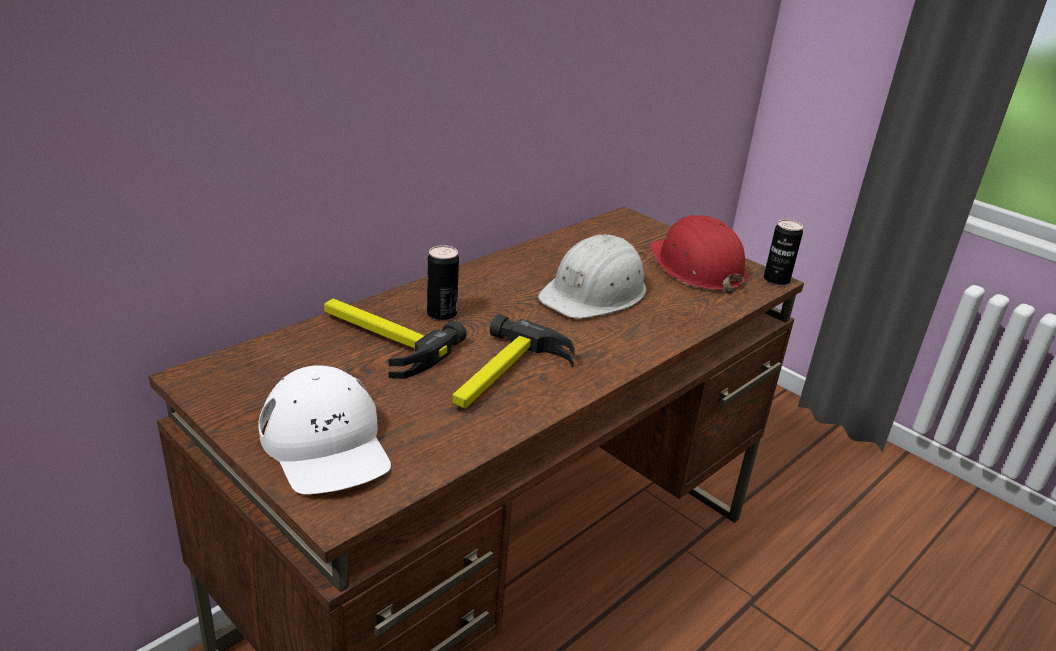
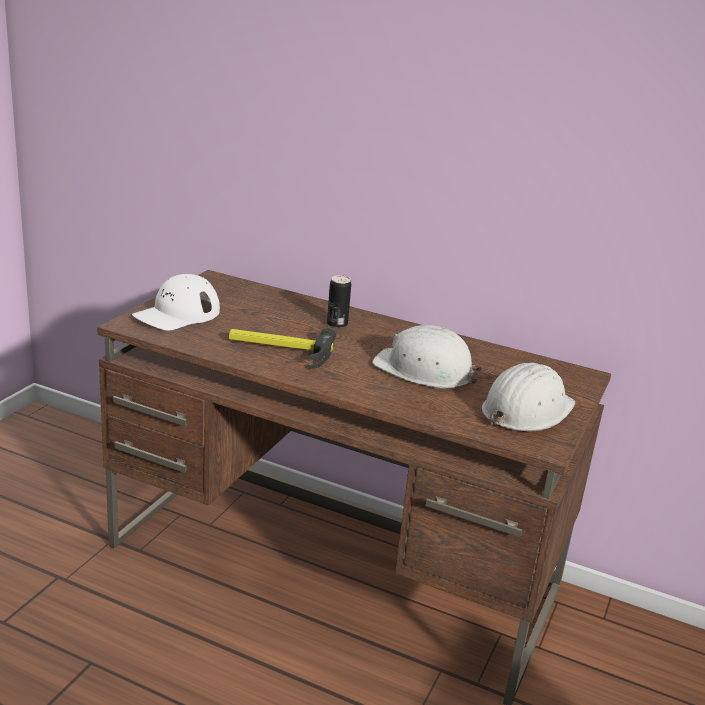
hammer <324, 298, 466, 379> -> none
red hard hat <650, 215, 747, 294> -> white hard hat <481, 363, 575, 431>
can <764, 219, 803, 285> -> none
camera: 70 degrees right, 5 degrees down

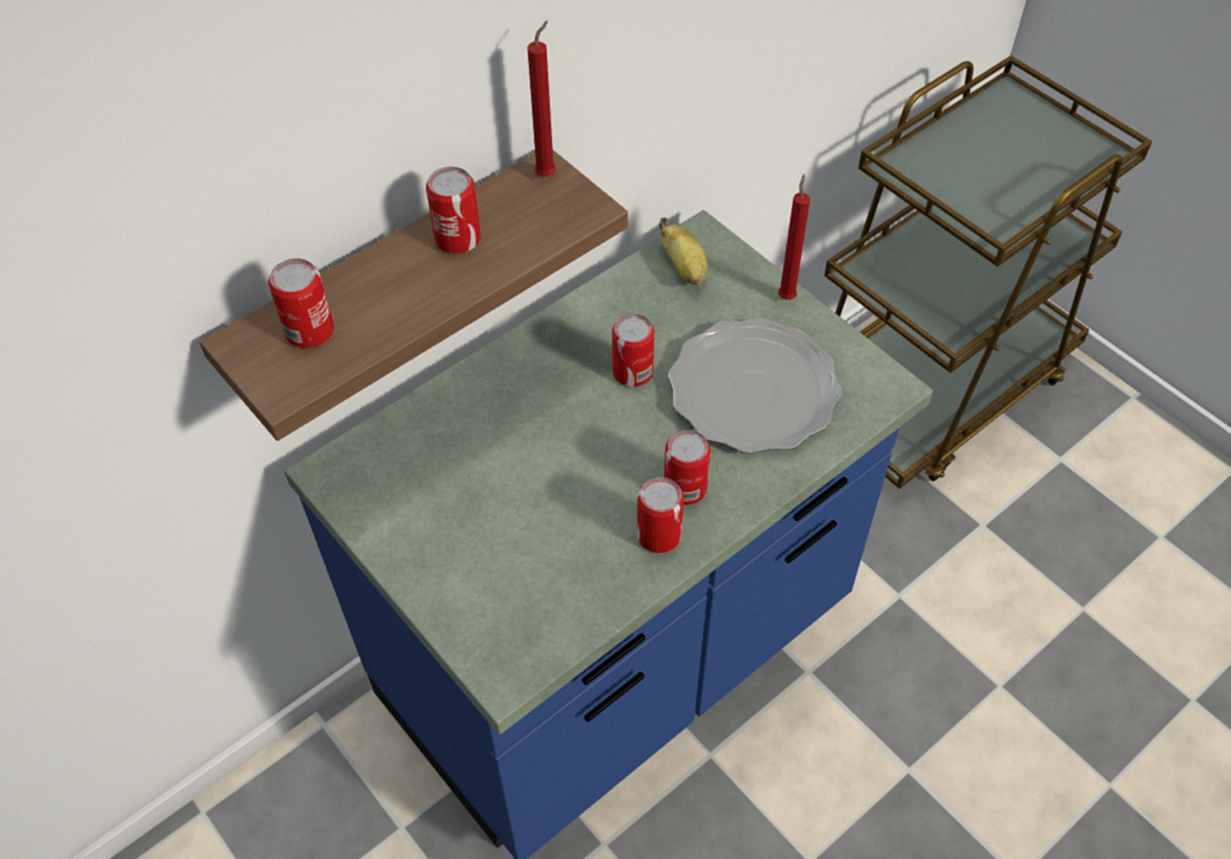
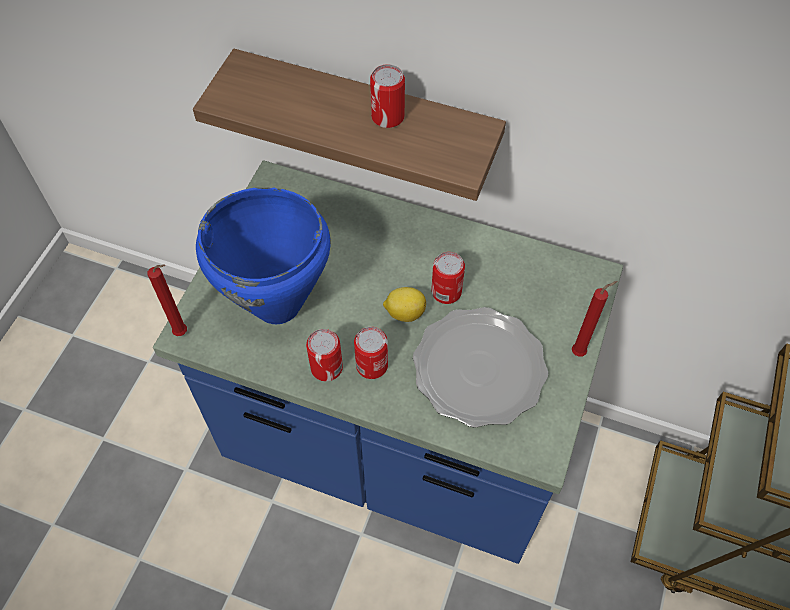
can <268, 258, 334, 348> -> none
red candle <527, 20, 556, 177> -> red candle <147, 264, 187, 336>, relocated
banana <659, 218, 708, 285> -> none
none -> blue cooking pot <196, 187, 331, 324>
none -> lemon <383, 287, 426, 322>
camera: 60 degrees right, 5 degrees up

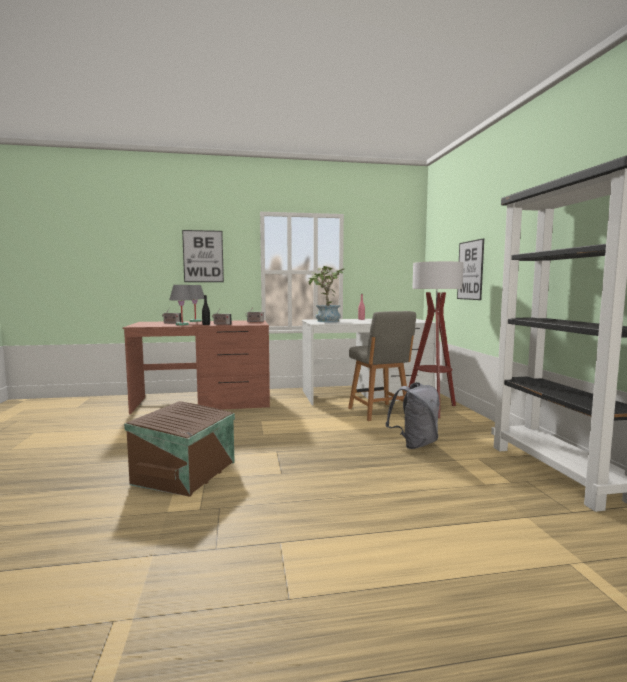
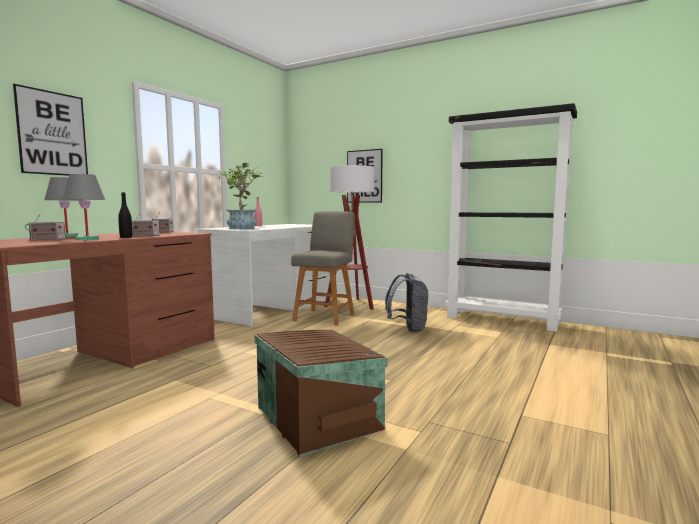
grey chair <348, 311, 416, 421> -> grey chair <291, 211, 355, 326>, 90 degrees counterclockwise
camera: 50 degrees left, 0 degrees up

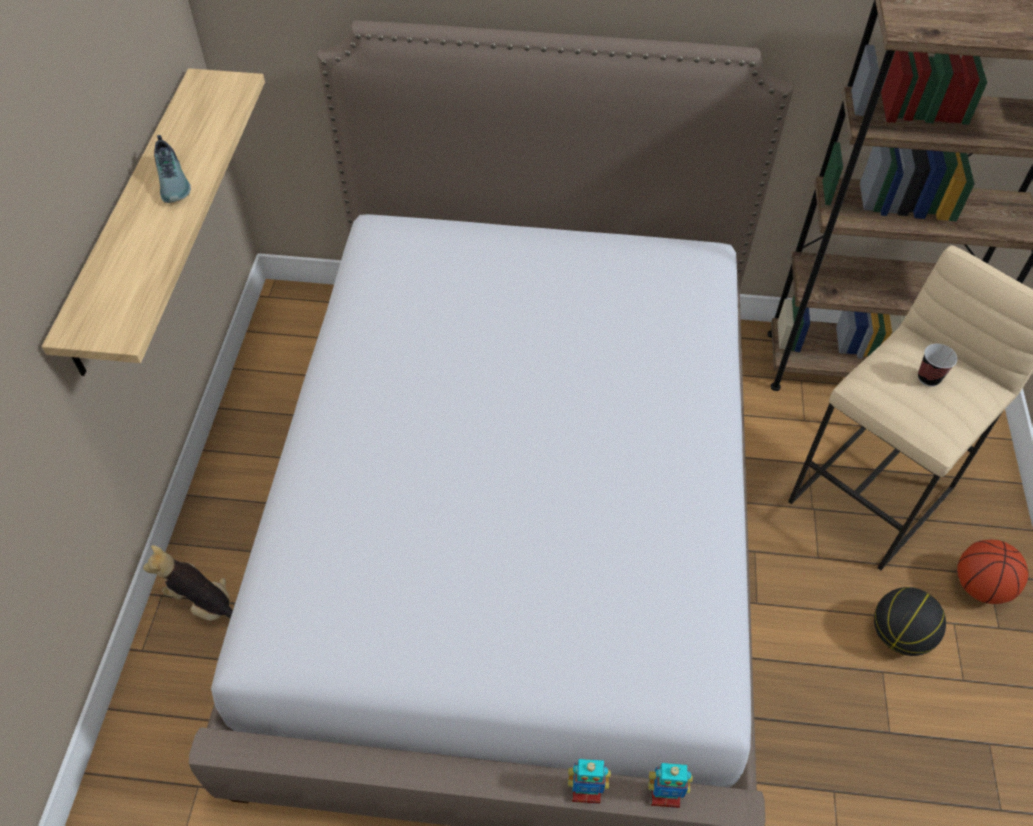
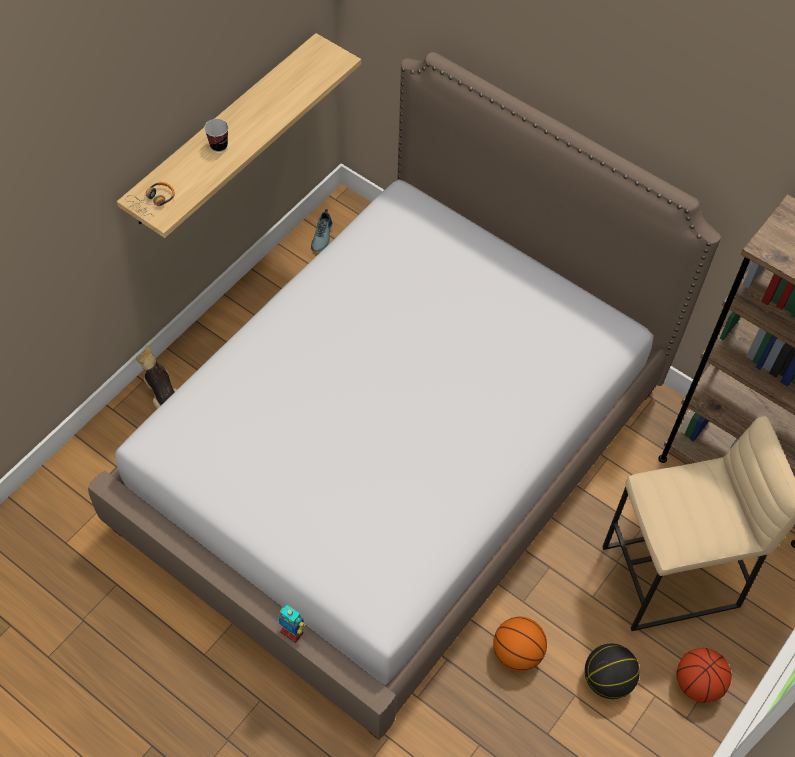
shoe <154, 135, 191, 203> -> shoe <311, 209, 332, 252>, relocated
toy robot <648, 763, 693, 808> -> none
cup <918, 344, 957, 387> -> cup <204, 119, 229, 152>, relocated
none -> headphones <125, 182, 175, 216>
none -> basketball <493, 617, 547, 671>
camera: 30 degrees right, 5 degrees up

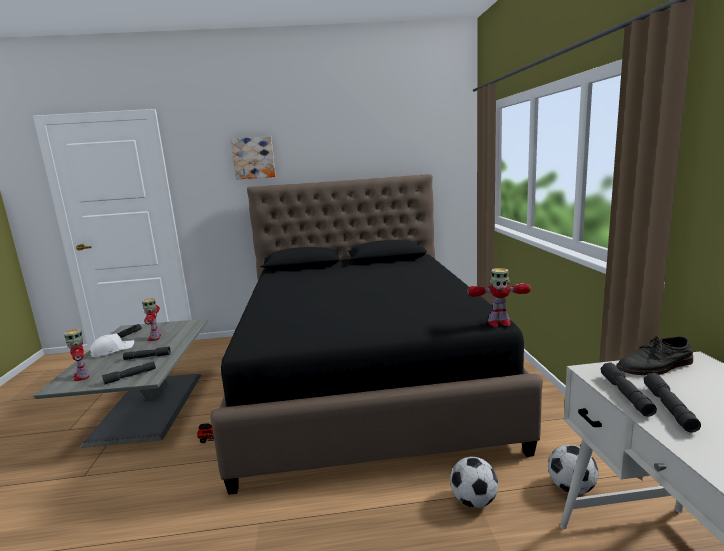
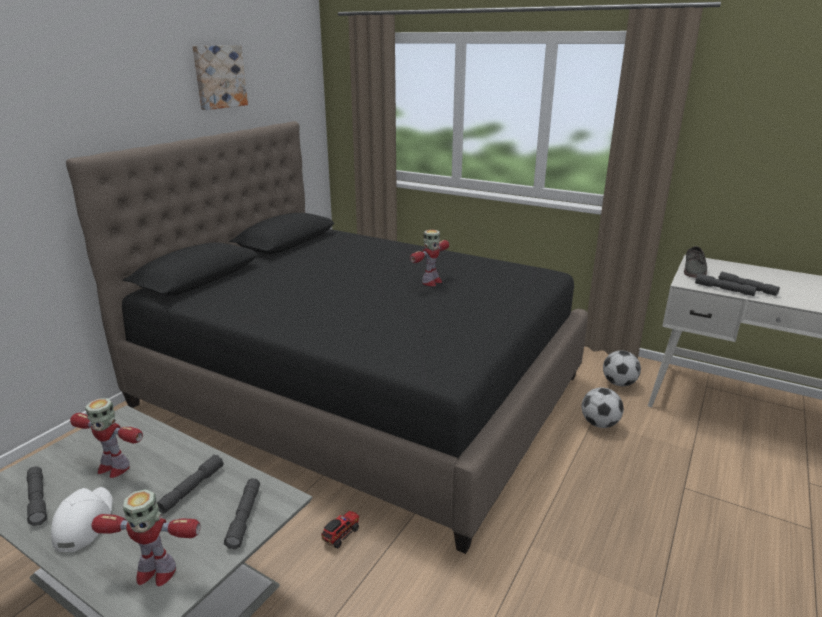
picture <231, 136, 276, 180> -> picture <192, 45, 248, 110>, relocated
toy robot <467, 268, 531, 327> -> toy robot <410, 230, 449, 286>, relocated
camera: 55 degrees left, 10 degrees up

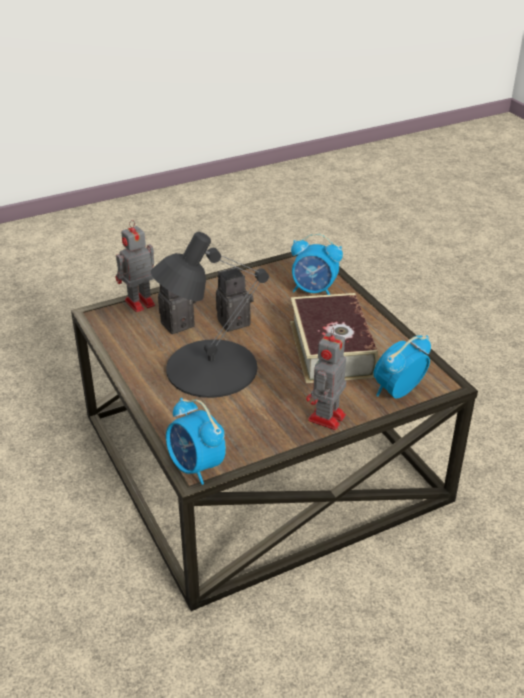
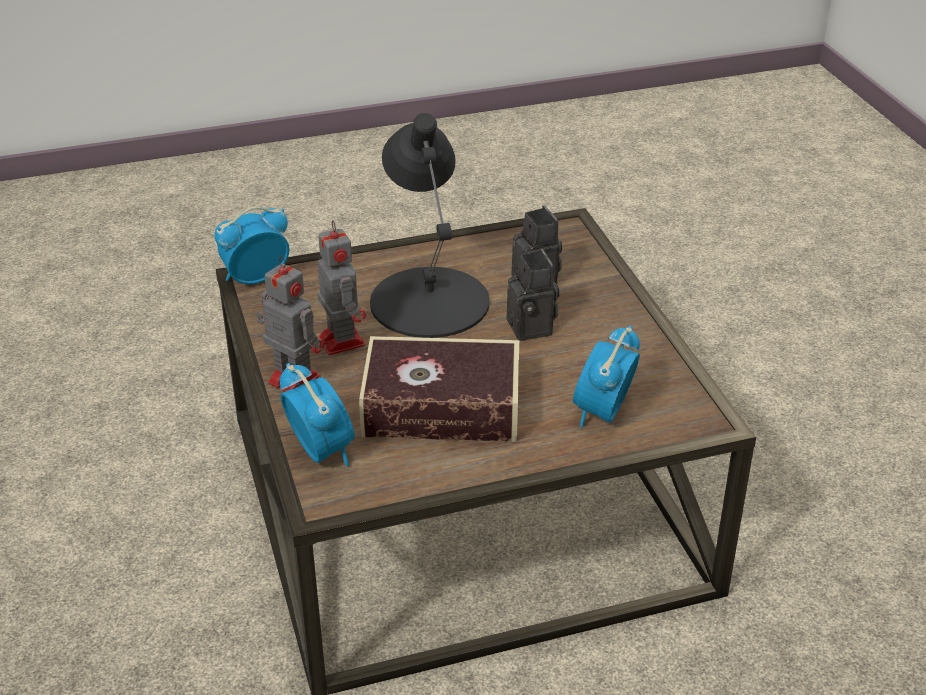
toy robot <116, 220, 155, 312> -> toy robot <318, 220, 366, 355>, relocated
camera: 100 degrees right, 0 degrees up

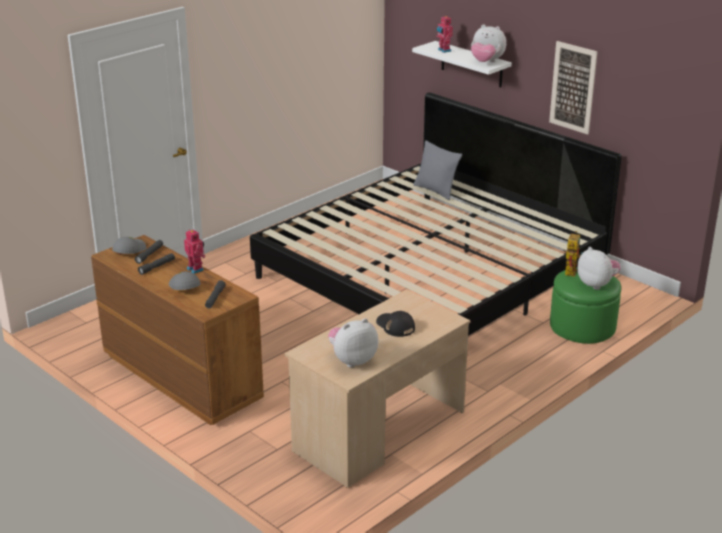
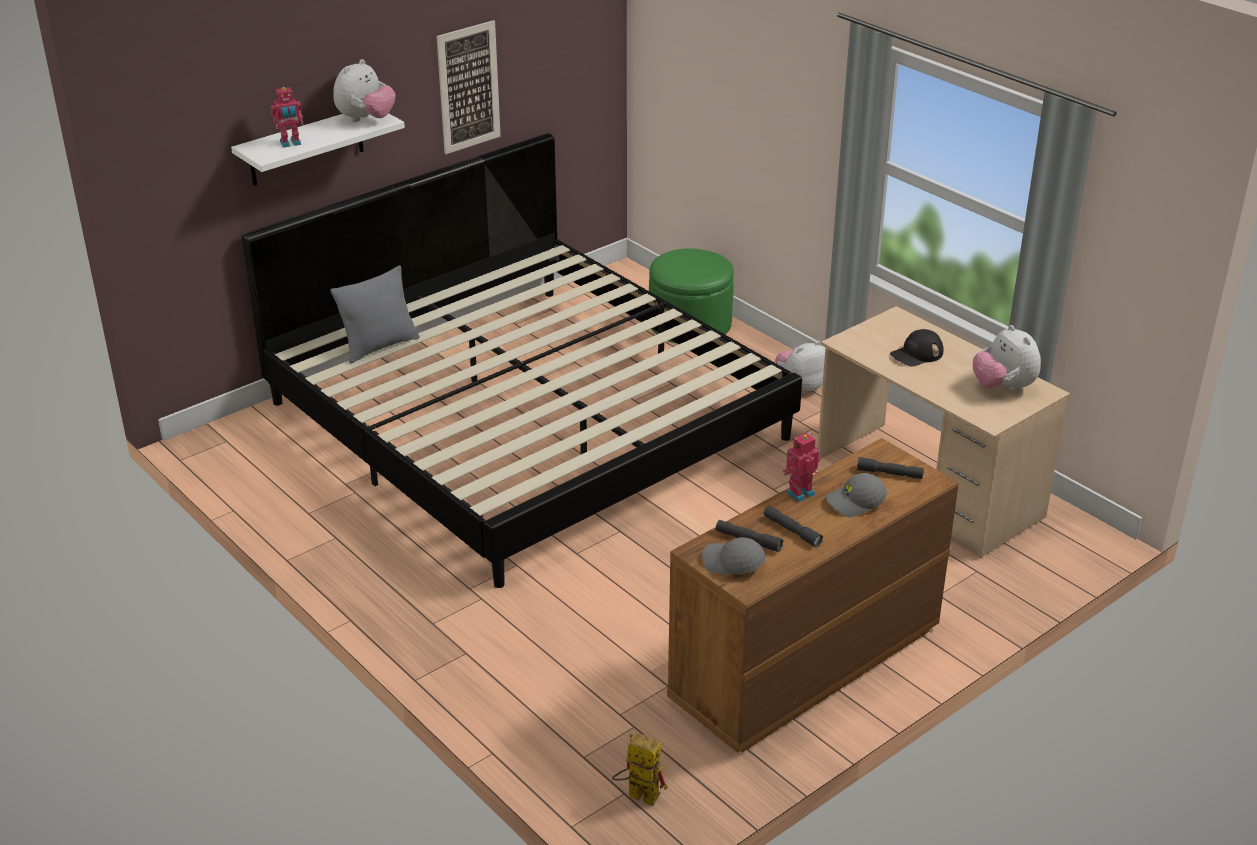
toy robot <563, 231, 583, 277> -> toy robot <612, 733, 668, 806>, relocated
plush toy <577, 247, 621, 290> -> plush toy <775, 341, 825, 394>, relocated
camera: 85 degrees left, 5 degrees up

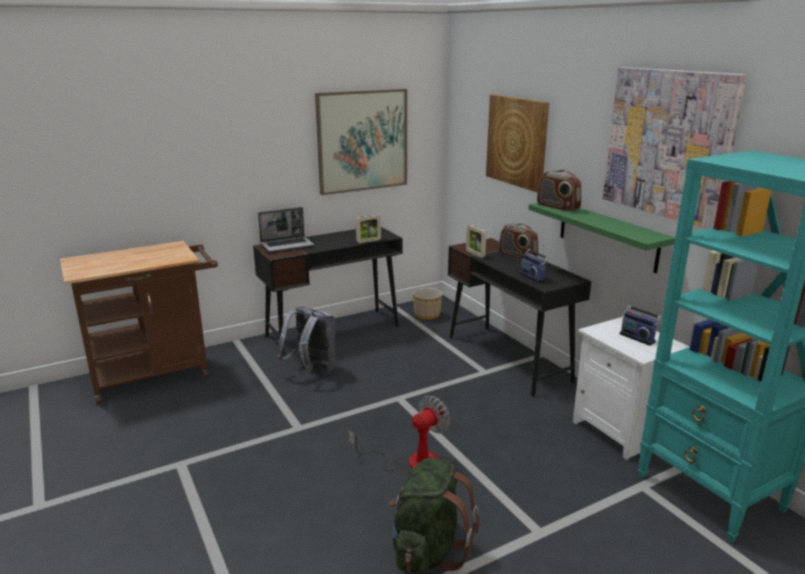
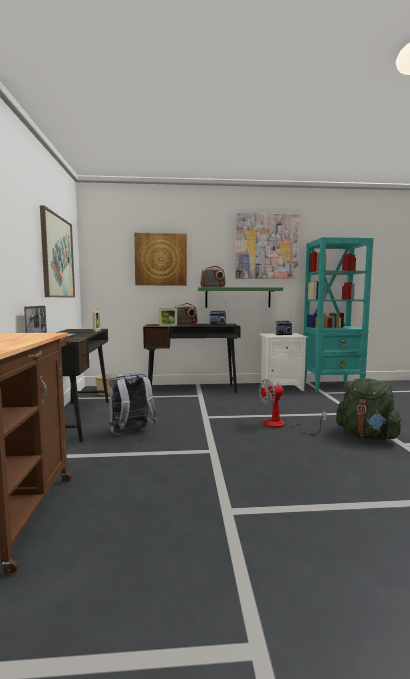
fan <348, 396, 450, 473> -> fan <259, 379, 327, 434>, 90 degrees counterclockwise
camera: 65 degrees left, 15 degrees down

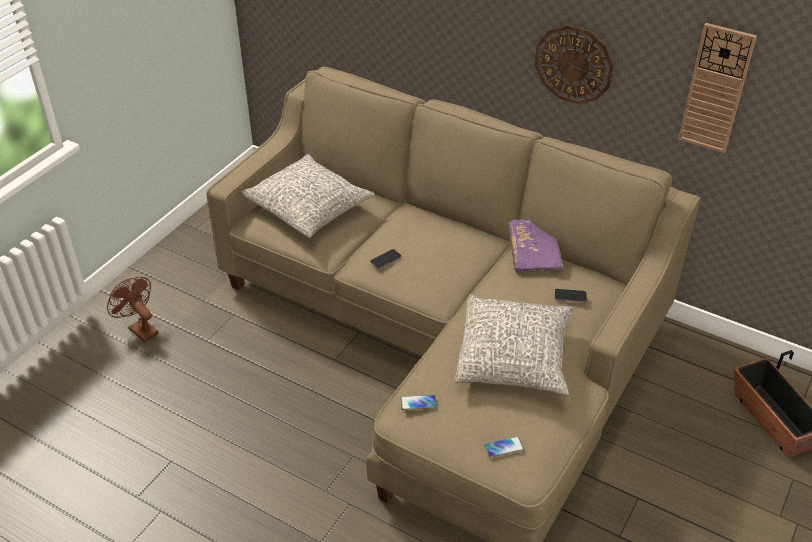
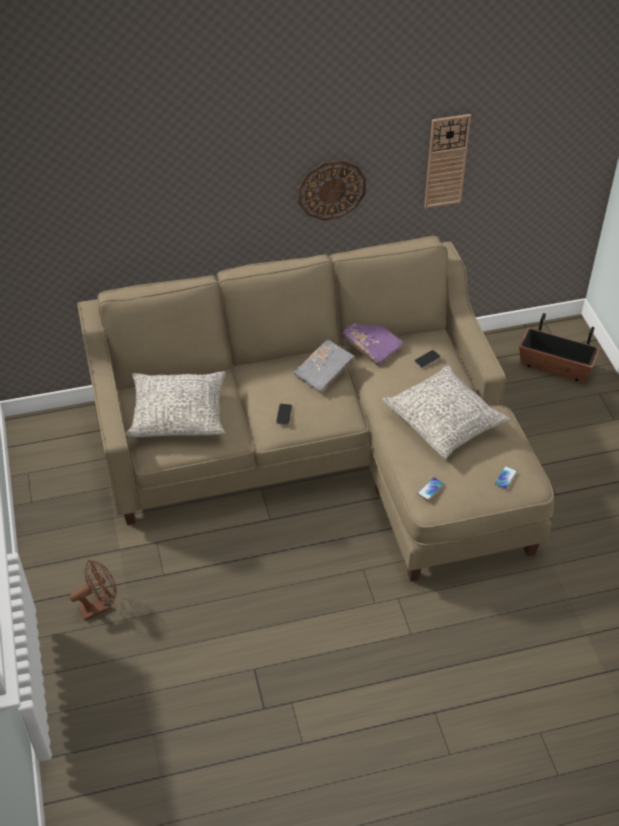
brown fan <107, 277, 159, 343> -> brown fan <70, 560, 117, 621>, 150 degrees clockwise
none -> grey book <294, 340, 355, 394>
camera: 45 degrees left, 5 degrees up

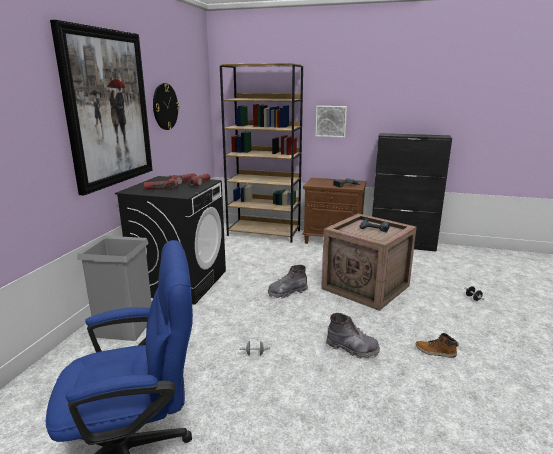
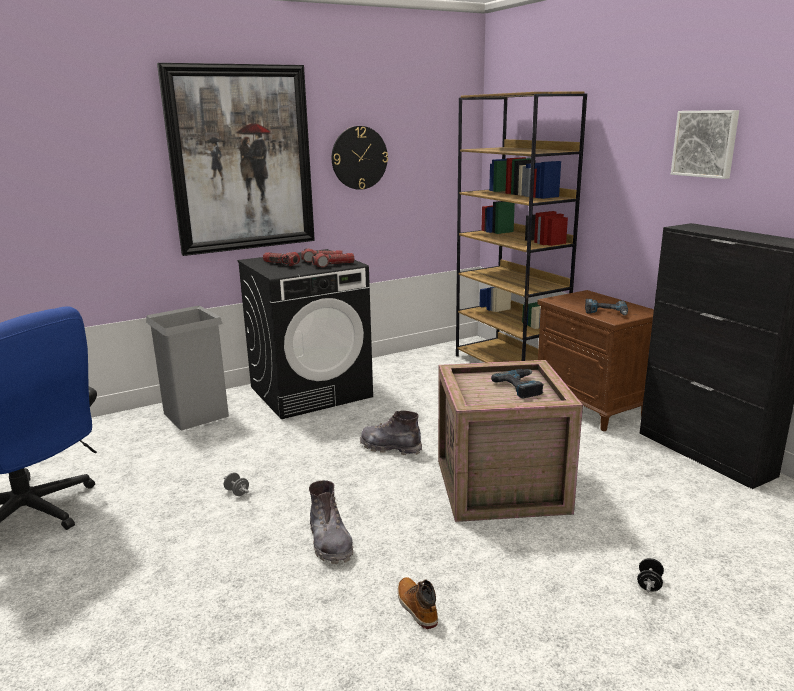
picture <315, 106, 347, 137> -> picture <671, 110, 739, 179>, relocated
camera: 45 degrees right, 0 degrees up

